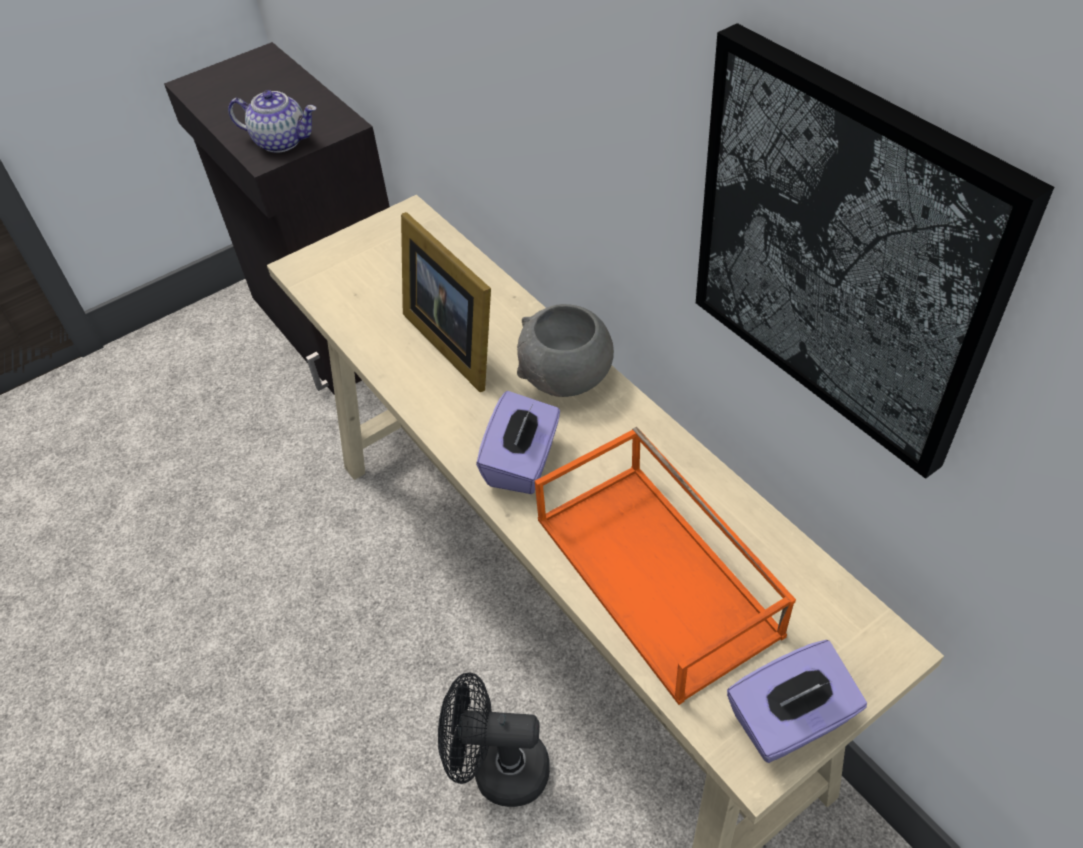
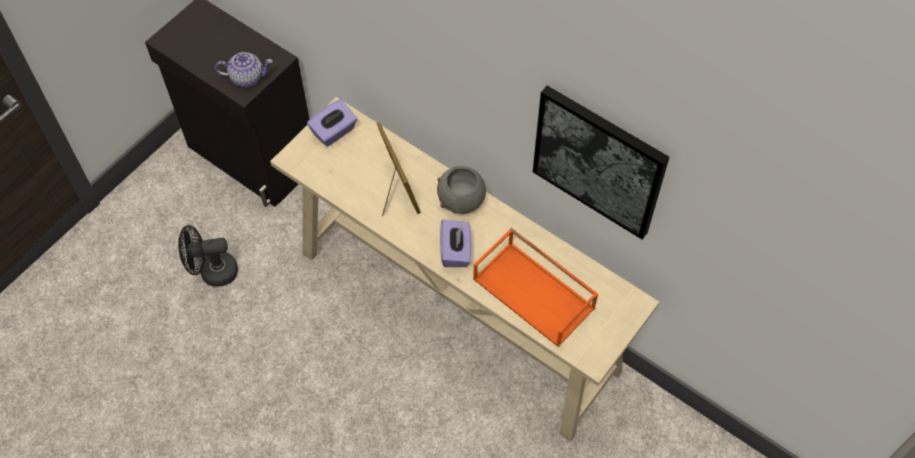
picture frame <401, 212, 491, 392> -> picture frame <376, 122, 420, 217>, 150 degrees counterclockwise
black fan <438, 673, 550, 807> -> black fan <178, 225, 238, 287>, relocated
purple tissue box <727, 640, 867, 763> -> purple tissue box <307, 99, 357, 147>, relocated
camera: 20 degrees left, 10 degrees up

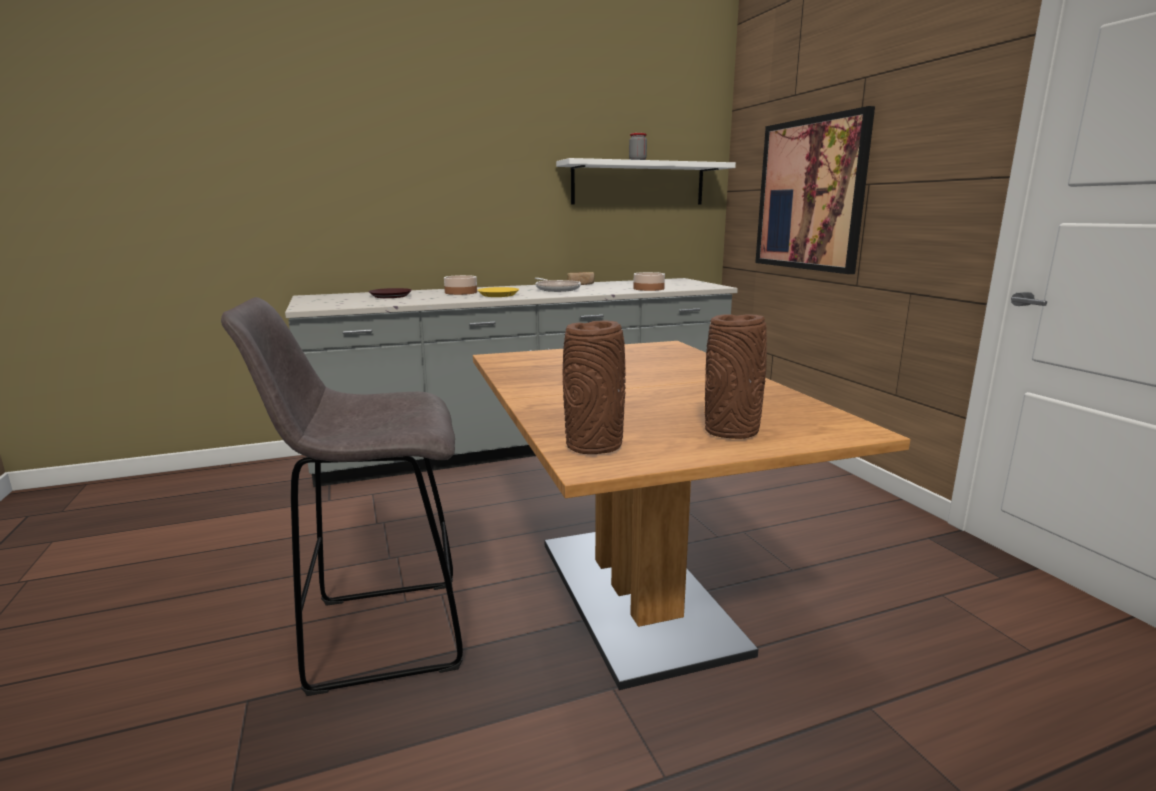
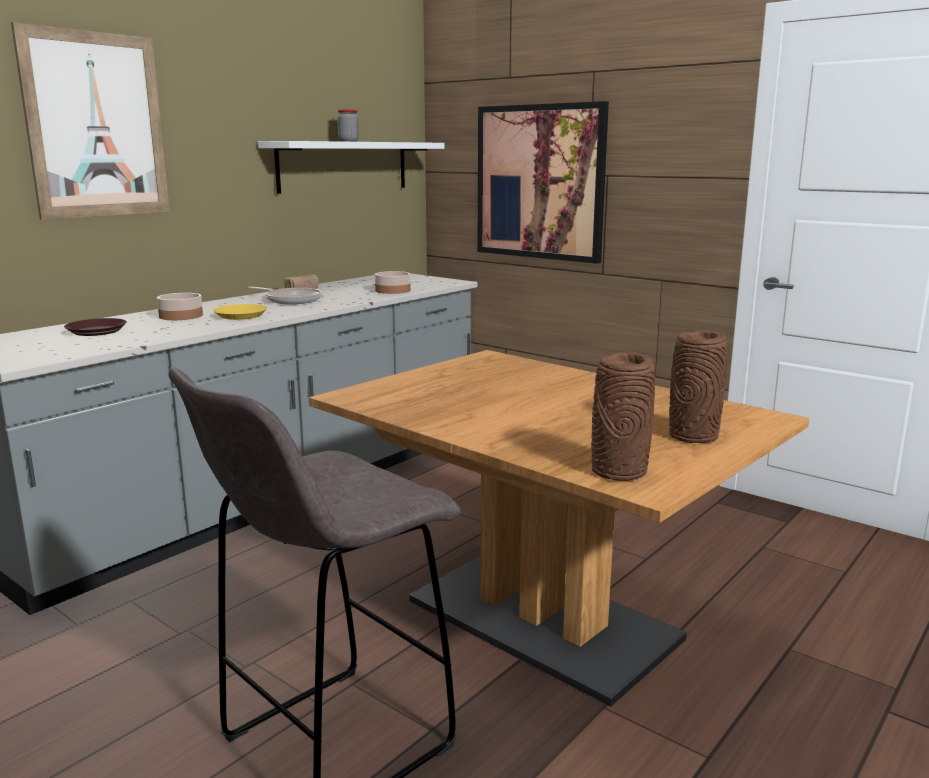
none -> picture <11, 22, 170, 220>
camera: 30 degrees left, 0 degrees up

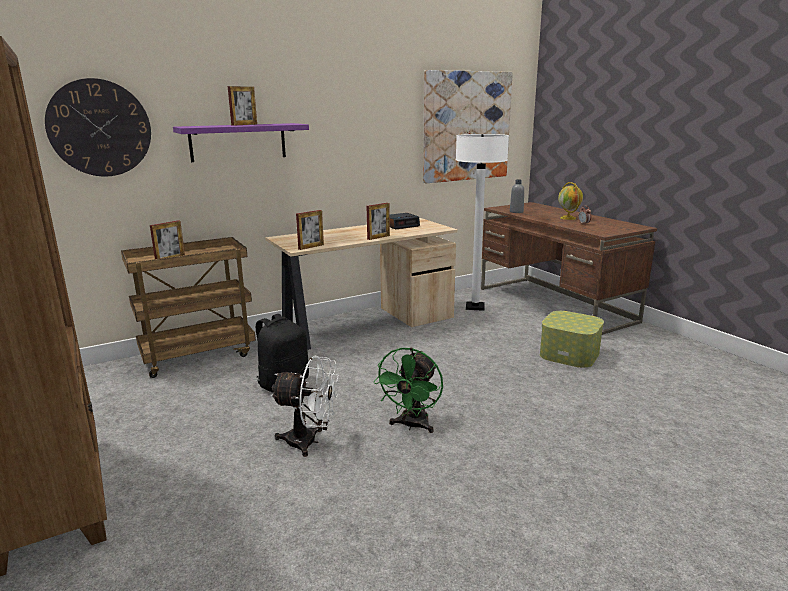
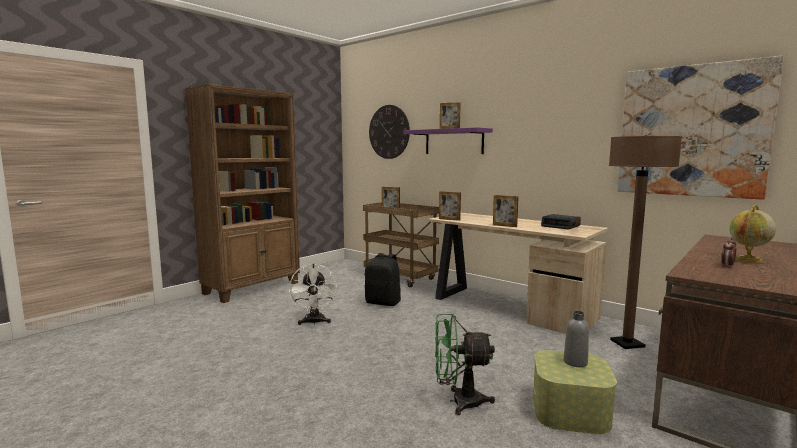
green fan <373, 348, 443, 433> -> green fan <435, 314, 495, 415>, relocated
white floor lamp <456, 134, 509, 311> -> brown floor lamp <609, 136, 682, 349>
grey bottle <510, 179, 524, 213> -> grey bottle <564, 311, 589, 367>, relocated
camera: 70 degrees right, 10 degrees down

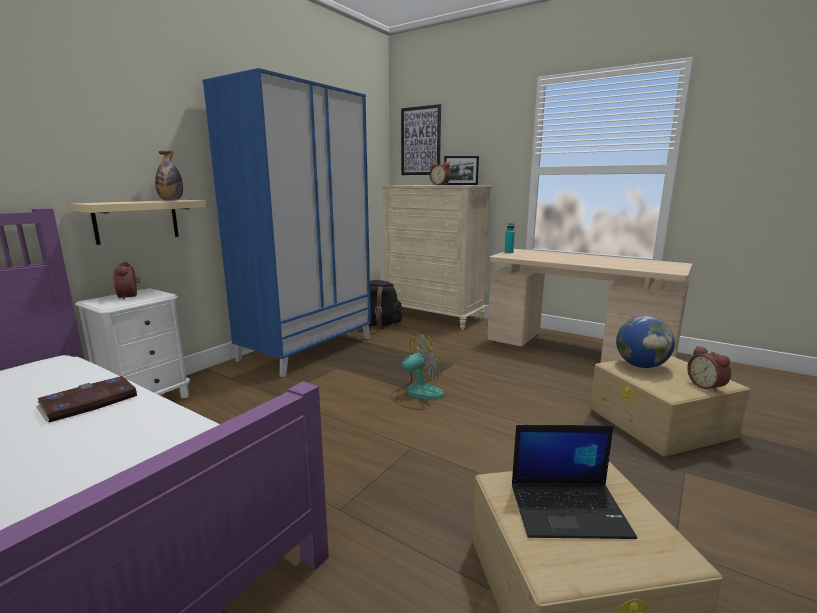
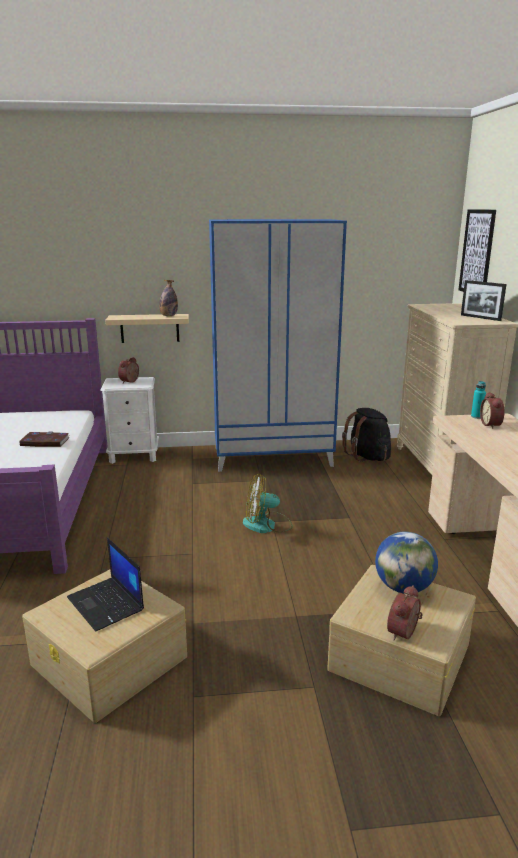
fan <390, 333, 444, 410> -> fan <243, 474, 293, 533>, 150 degrees clockwise
alarm clock <430, 162, 451, 185> -> alarm clock <480, 392, 505, 429>, relocated
camera: 50 degrees right, 5 degrees up

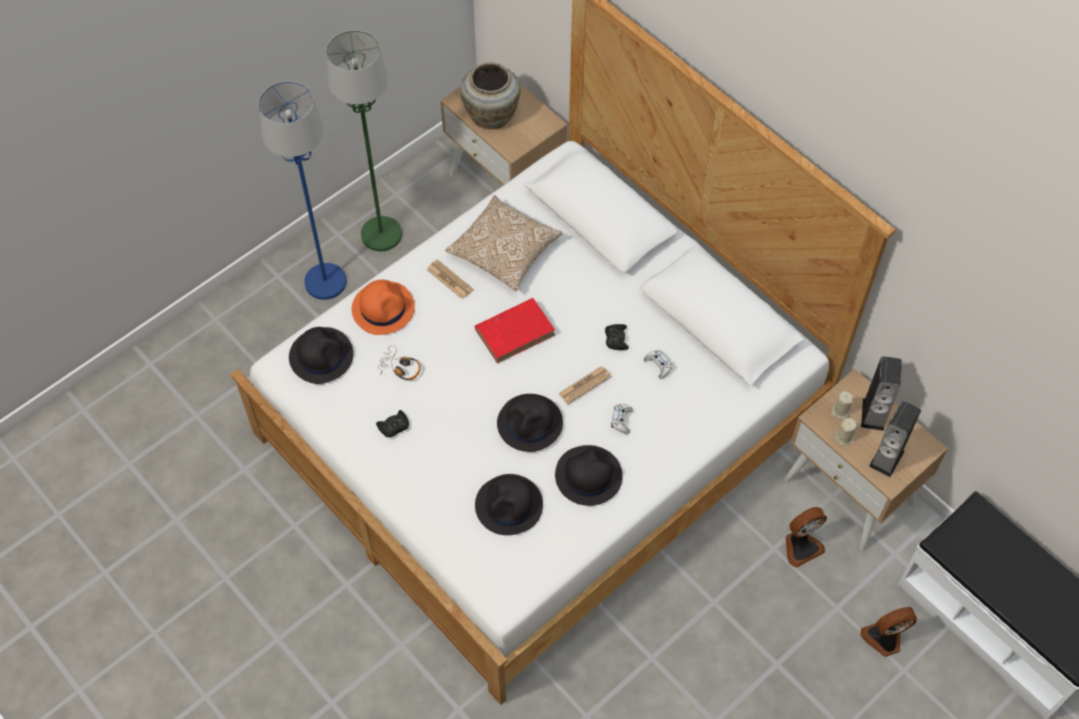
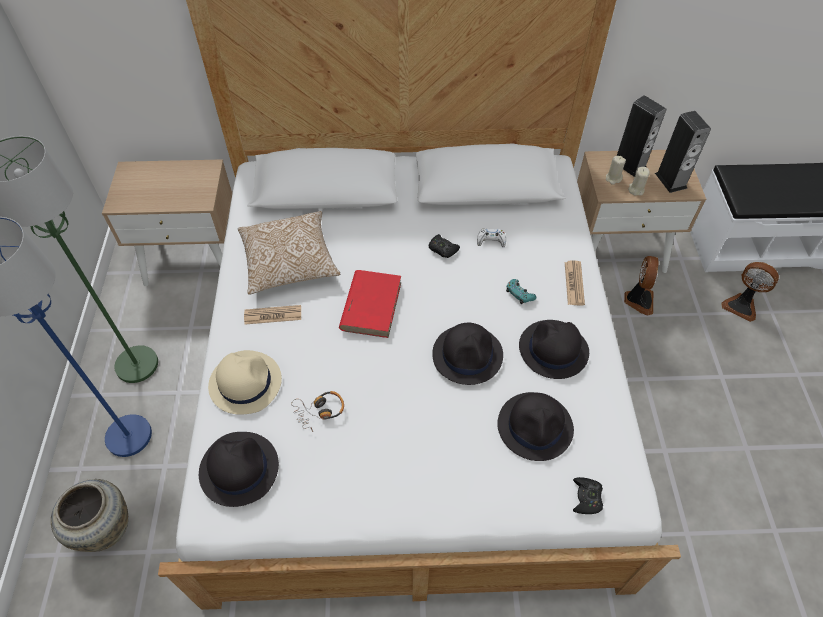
orange hat <352, 280, 415, 335> -> beige hat <208, 350, 282, 415>
black game controller <376, 410, 409, 437> -> black game controller <573, 477, 603, 514>, relocated
beige vase <460, 63, 520, 129> -> beige vase <51, 479, 128, 552>, relocated
newspaper <558, 366, 611, 404> -> newspaper <565, 260, 585, 306>, relocated
white game controller <611, 404, 633, 434> -> turquoise game controller <506, 279, 537, 304>
fan <860, 607, 917, 657> -> fan <721, 262, 779, 322>, 75 degrees counterclockwise
camera: 50 degrees left, 5 degrees down

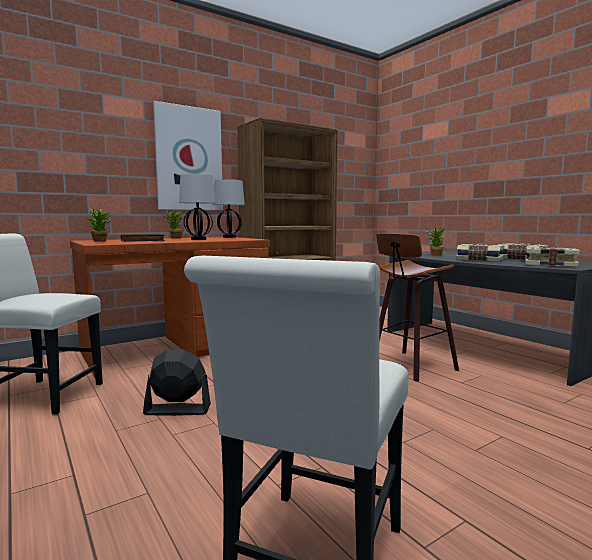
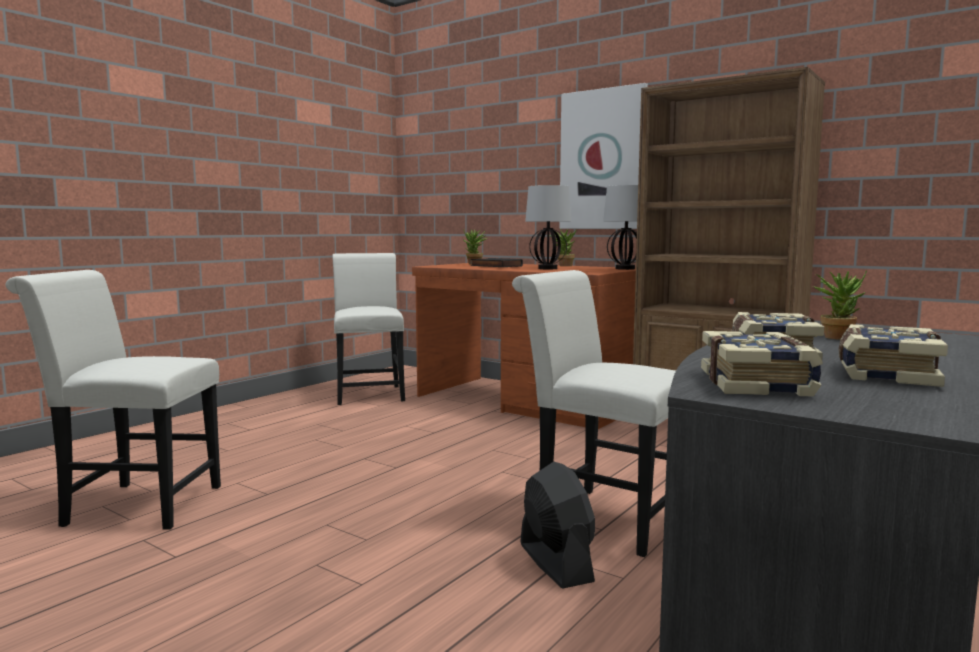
black fan <143, 350, 211, 416> -> black fan <520, 462, 595, 588>, relocated
stool <376, 234, 459, 382> -> white chair <512, 270, 676, 557>
camera: 70 degrees right, 0 degrees up

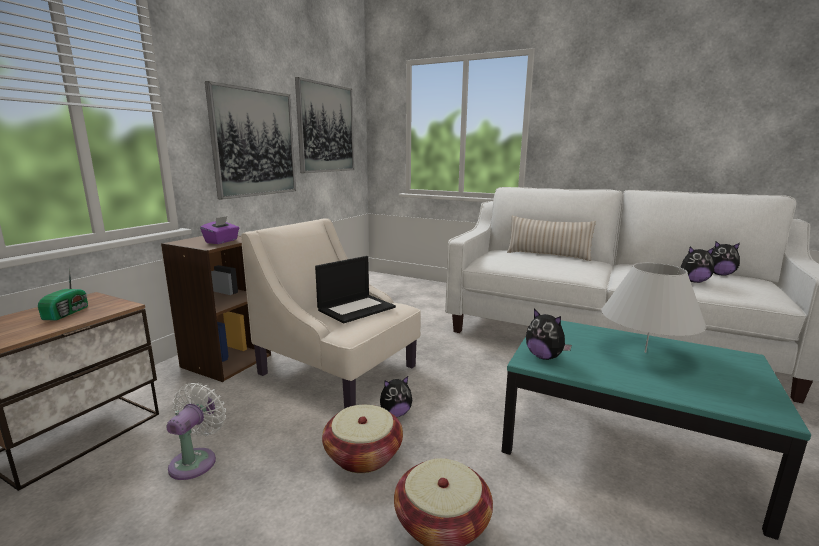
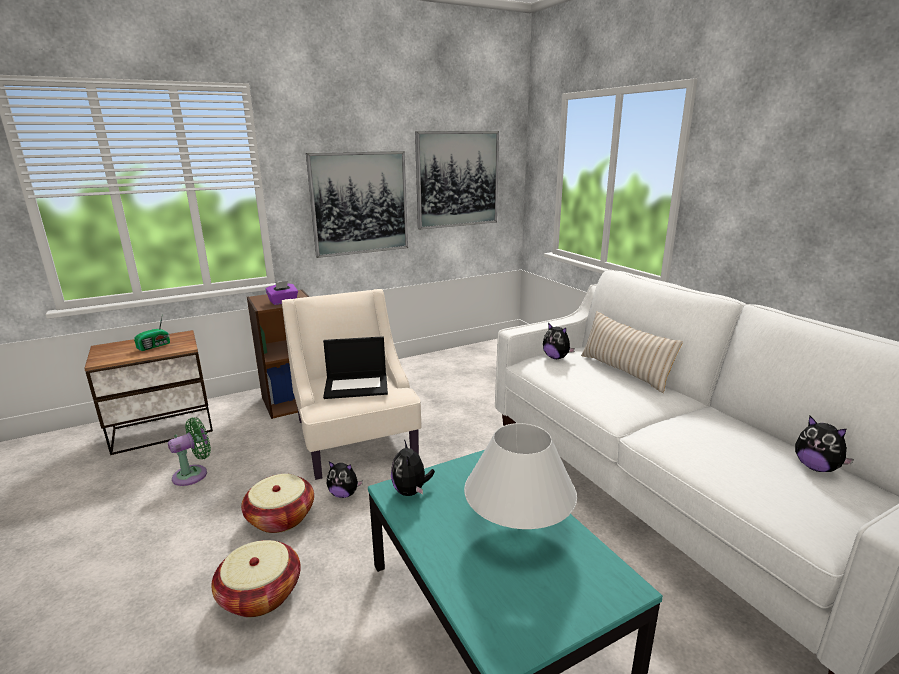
white fan <166, 383, 226, 480> -> green fan <168, 417, 211, 486>
plush toy <680, 247, 714, 283> -> plush toy <543, 323, 575, 359>, relocated
camera: 35 degrees right, 5 degrees up

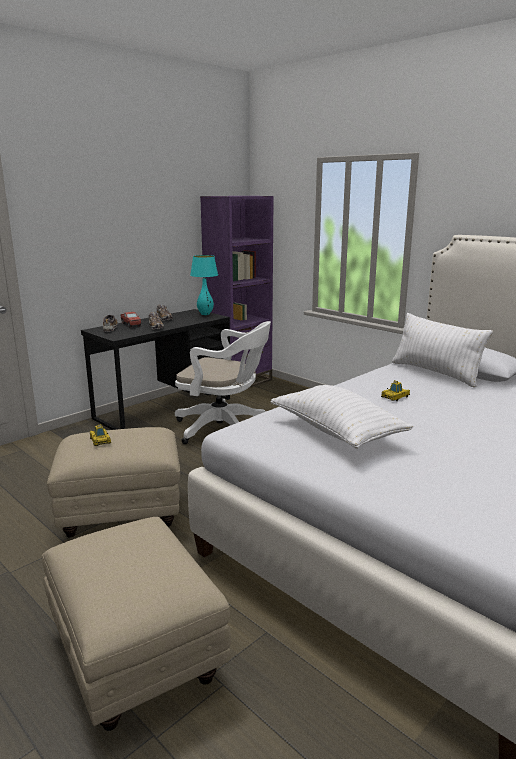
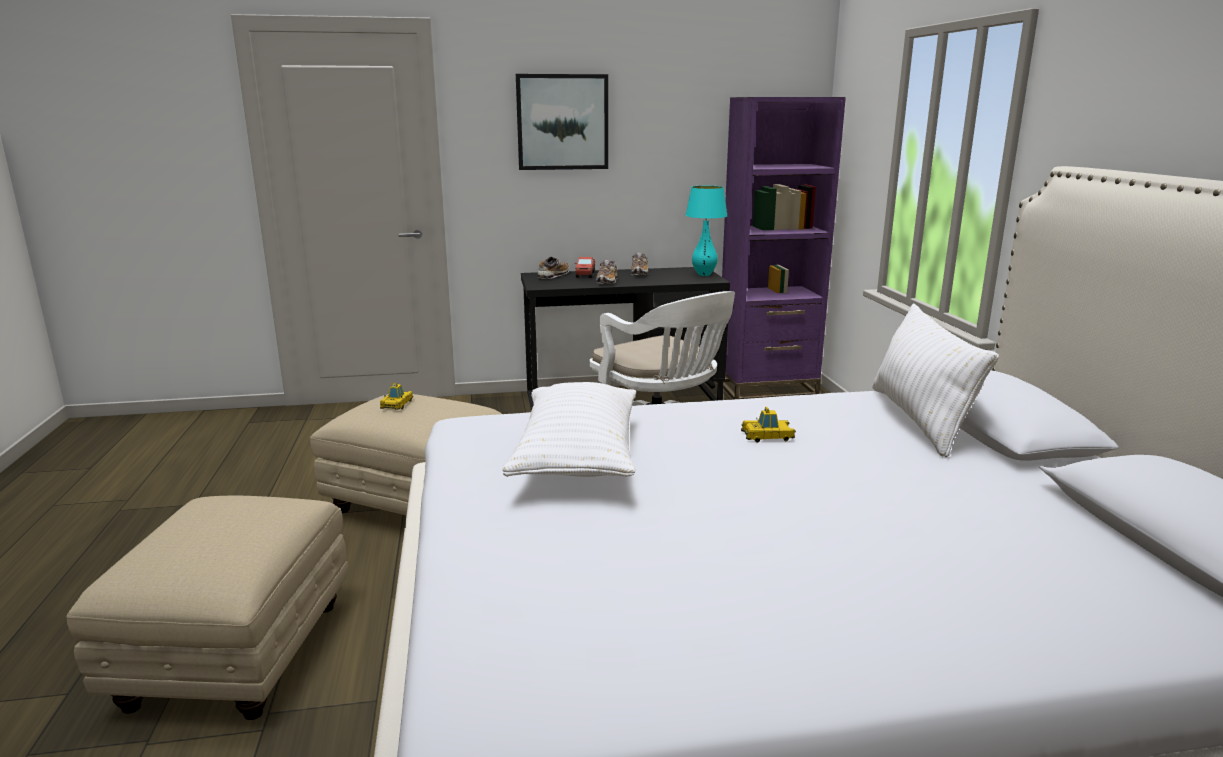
none -> picture <516, 74, 608, 170>
camera: 35 degrees right, 0 degrees up

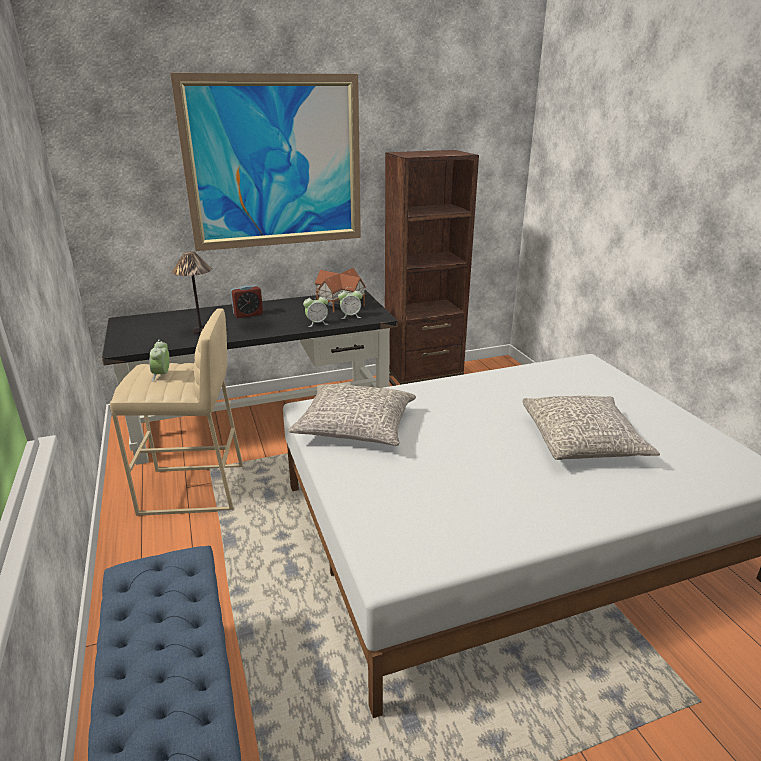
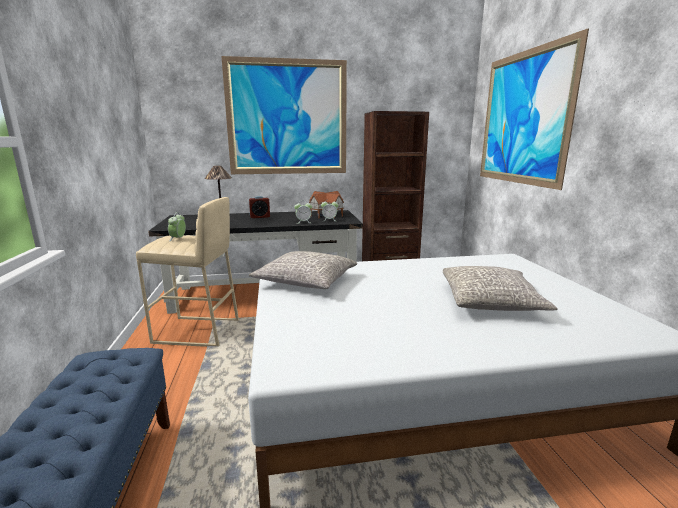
none -> picture <480, 28, 589, 190>
camera: 10 degrees right, 10 degrees down

